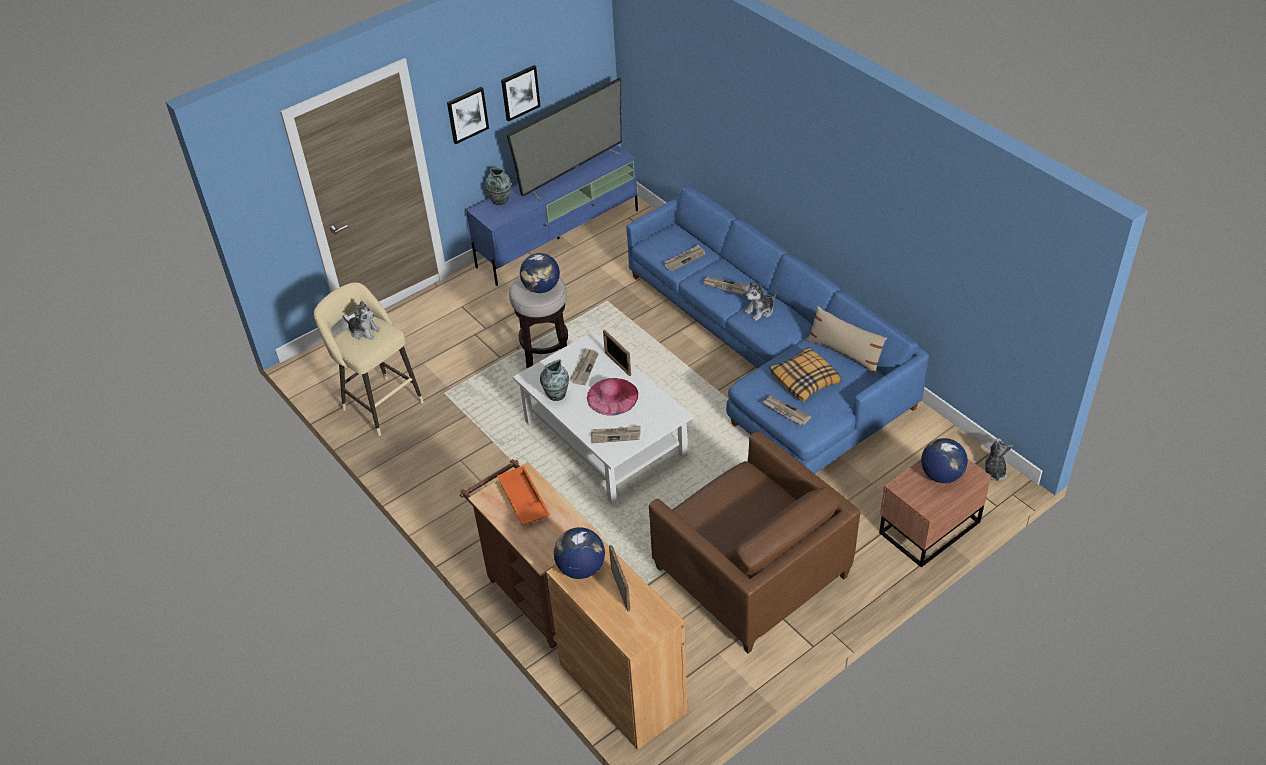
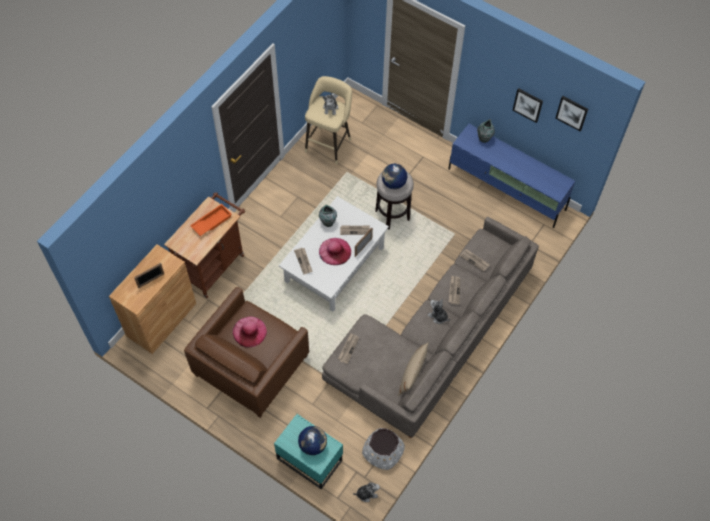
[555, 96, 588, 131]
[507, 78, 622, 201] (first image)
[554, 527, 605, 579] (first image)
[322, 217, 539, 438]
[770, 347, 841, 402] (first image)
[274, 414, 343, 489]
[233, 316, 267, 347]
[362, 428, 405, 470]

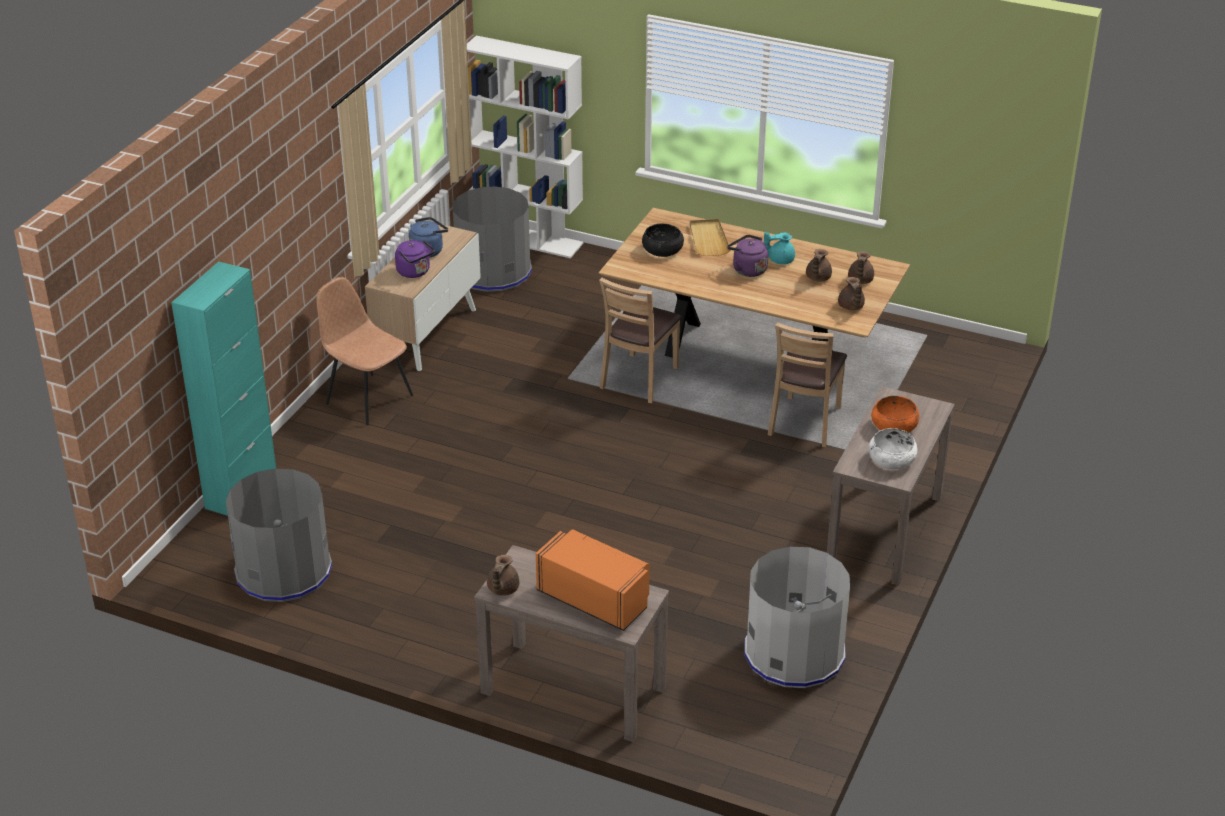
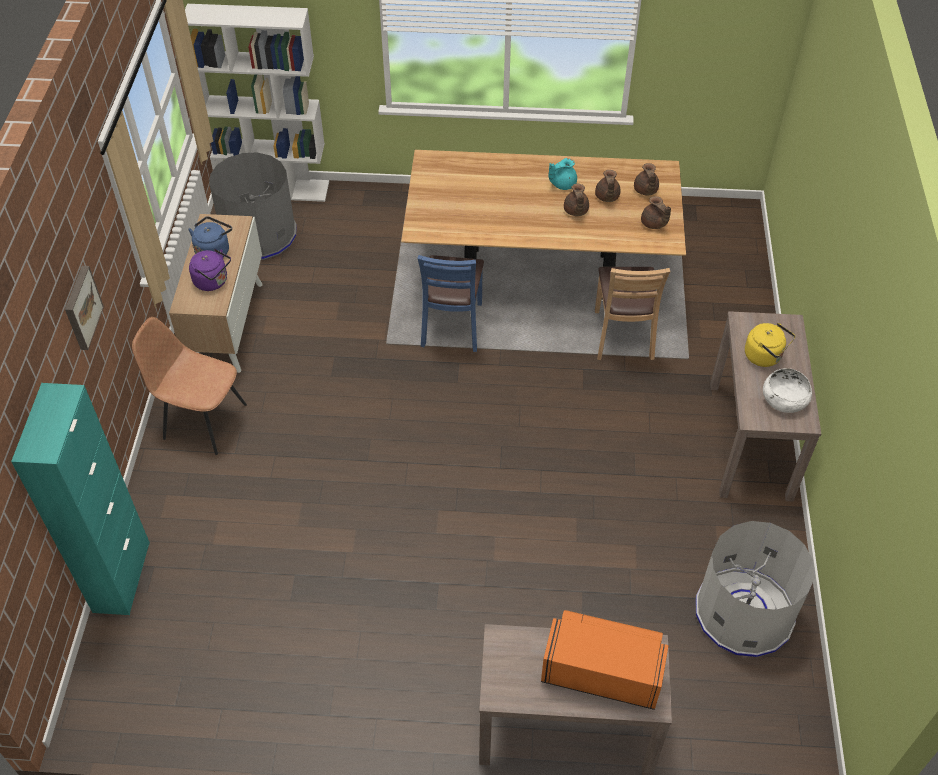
[226, 468, 332, 602] (first image)
[564, 184, 589, 216]
[417, 255, 484, 352]
[642, 224, 684, 257] (first image)
[690, 219, 730, 256] (first image)
[727, 235, 768, 277] (first image)
[745, 323, 795, 367]
[65, 266, 104, 350]

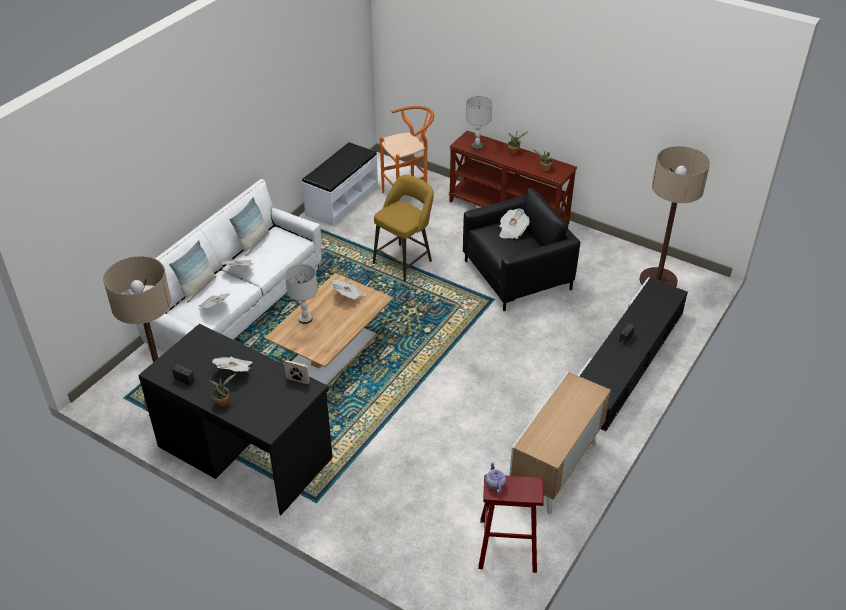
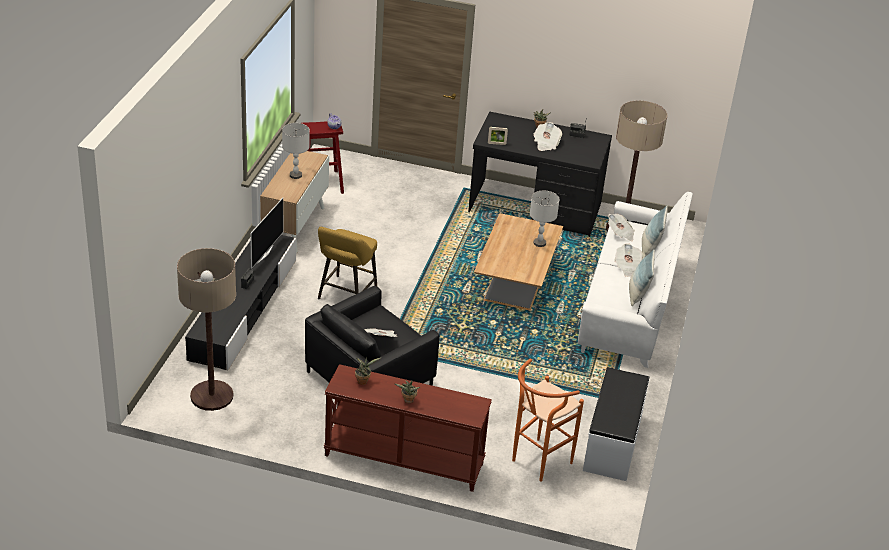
[331, 279, 366, 299] (first image)
[318, 227, 377, 299]
[282, 123, 310, 179]
[250, 198, 283, 269]

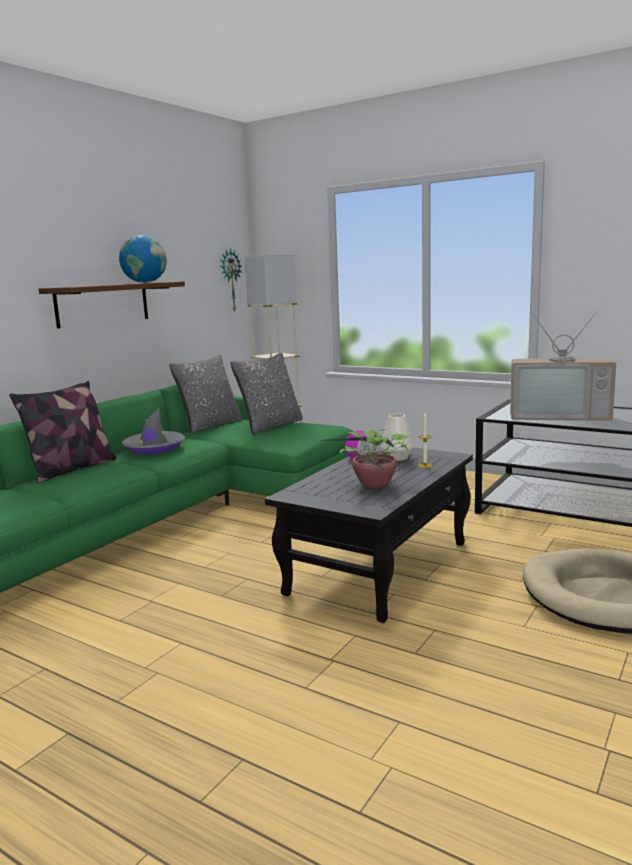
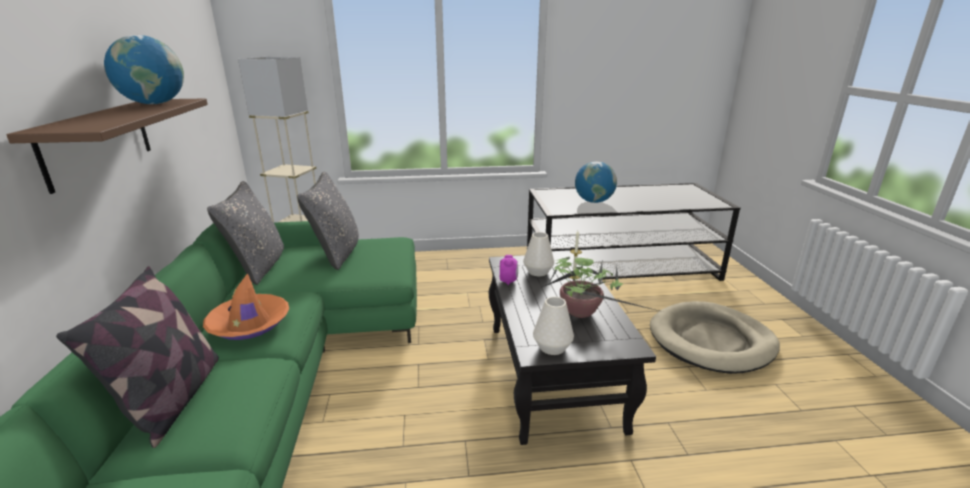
[203, 273, 289, 340]
[220, 248, 242, 312] (first image)
[575, 161, 617, 203]
[533, 297, 574, 355]

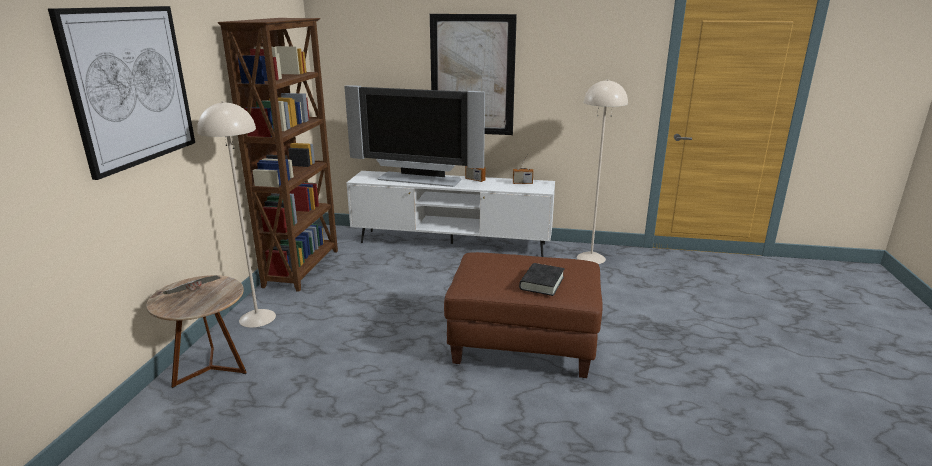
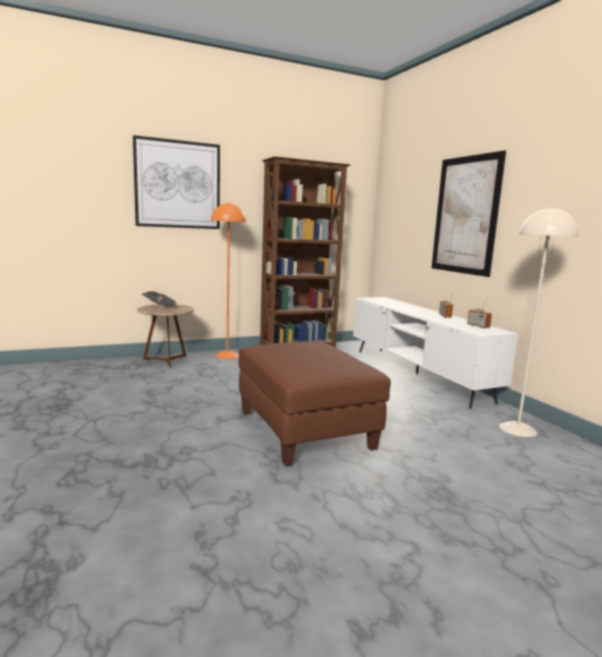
[211, 202, 246, 359]
[344, 86, 485, 187] (first image)
[519, 263, 565, 296] (first image)

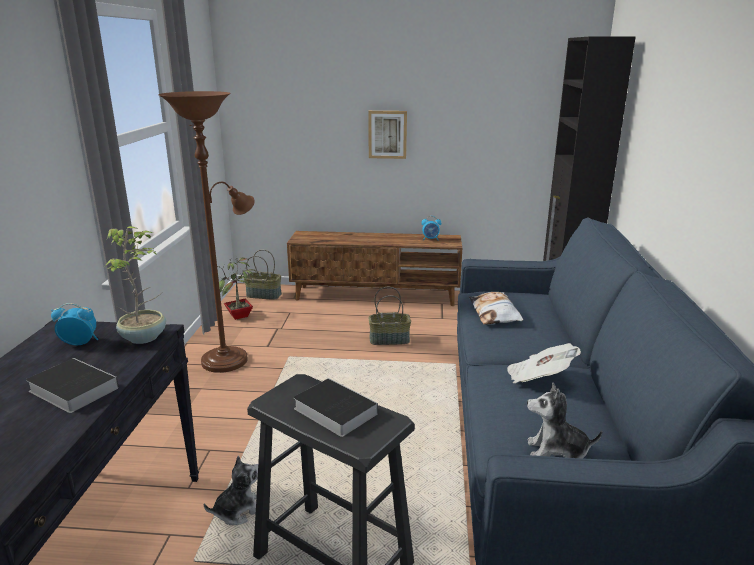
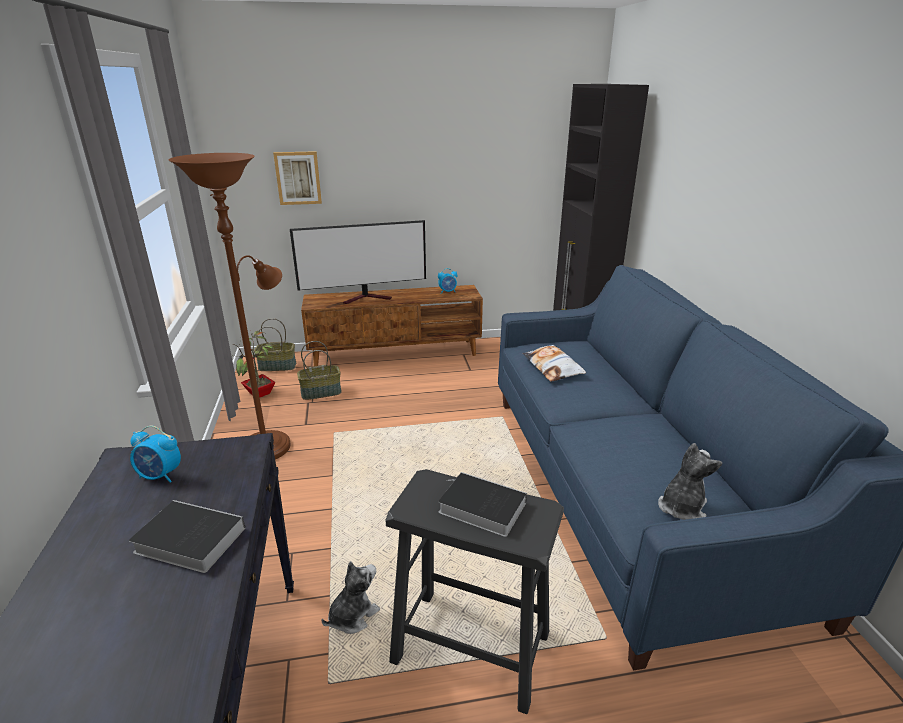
[130, 426, 181, 483]
[105, 226, 166, 344] (first image)
[273, 151, 322, 205]
[297, 341, 342, 400]
[507, 343, 581, 383] (first image)
[658, 443, 723, 520]
[290, 220, 426, 304]

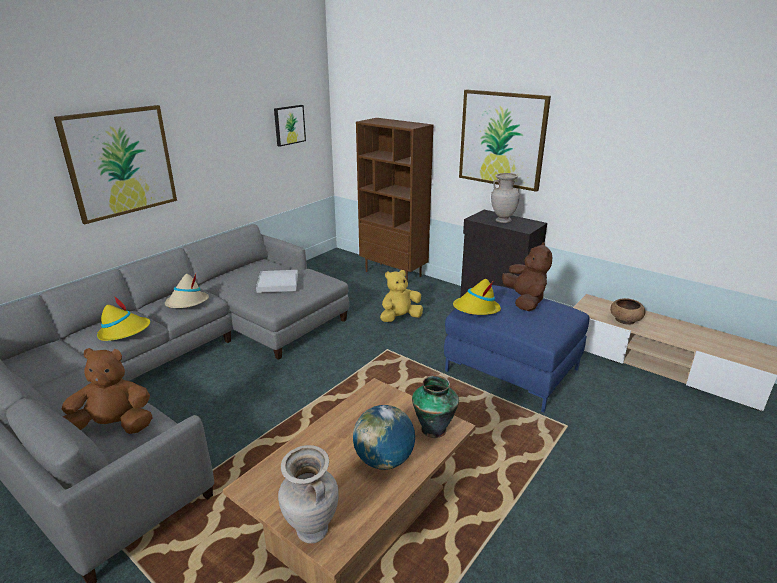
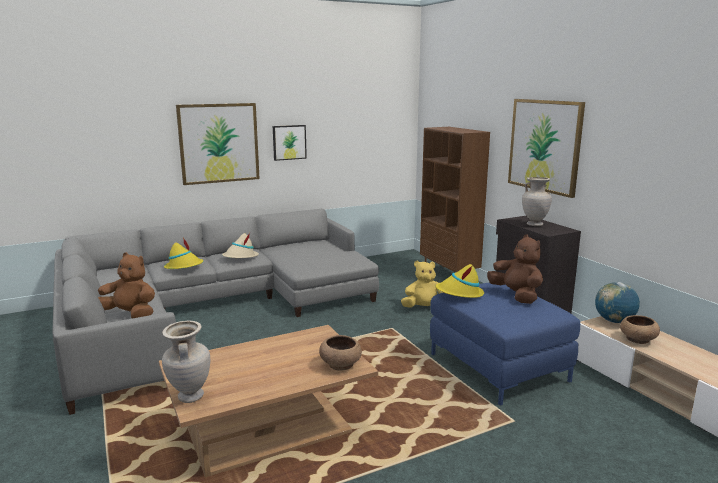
[256, 270, 298, 293] (first image)
[273, 125, 307, 161]
[595, 282, 640, 323]
[319, 335, 362, 371]
[487, 234, 543, 304]

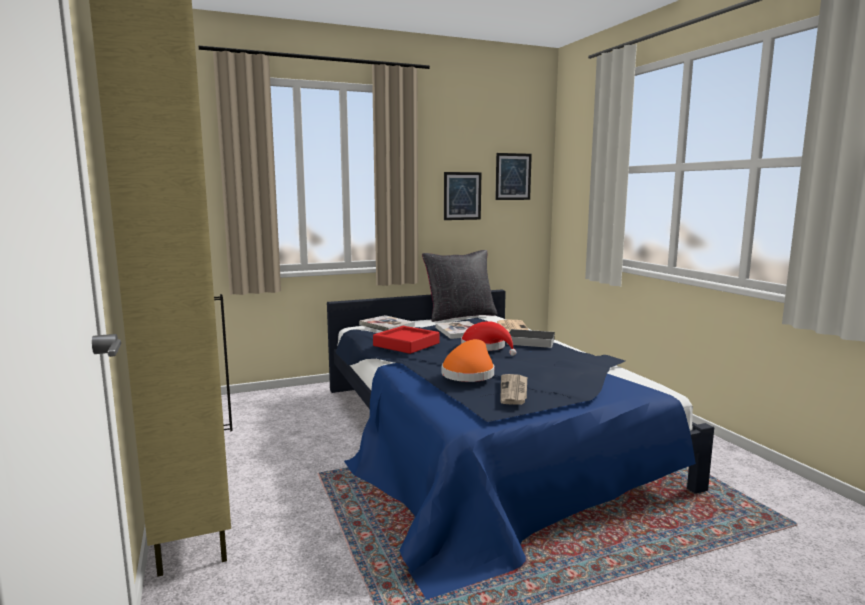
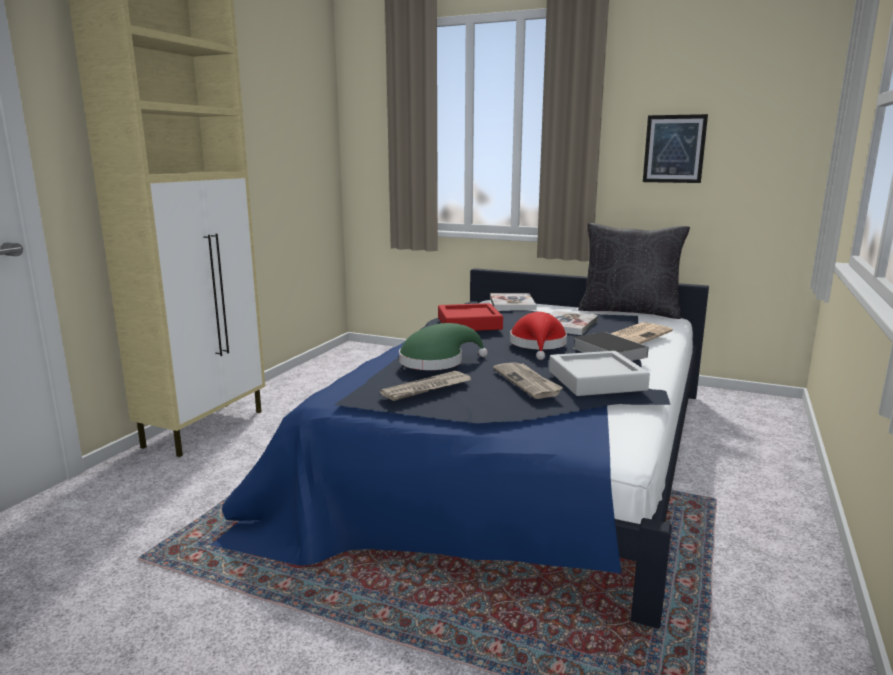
[399, 323, 488, 370]
[495, 153, 532, 200] (first image)
[493, 362, 563, 399]
[549, 351, 650, 396]

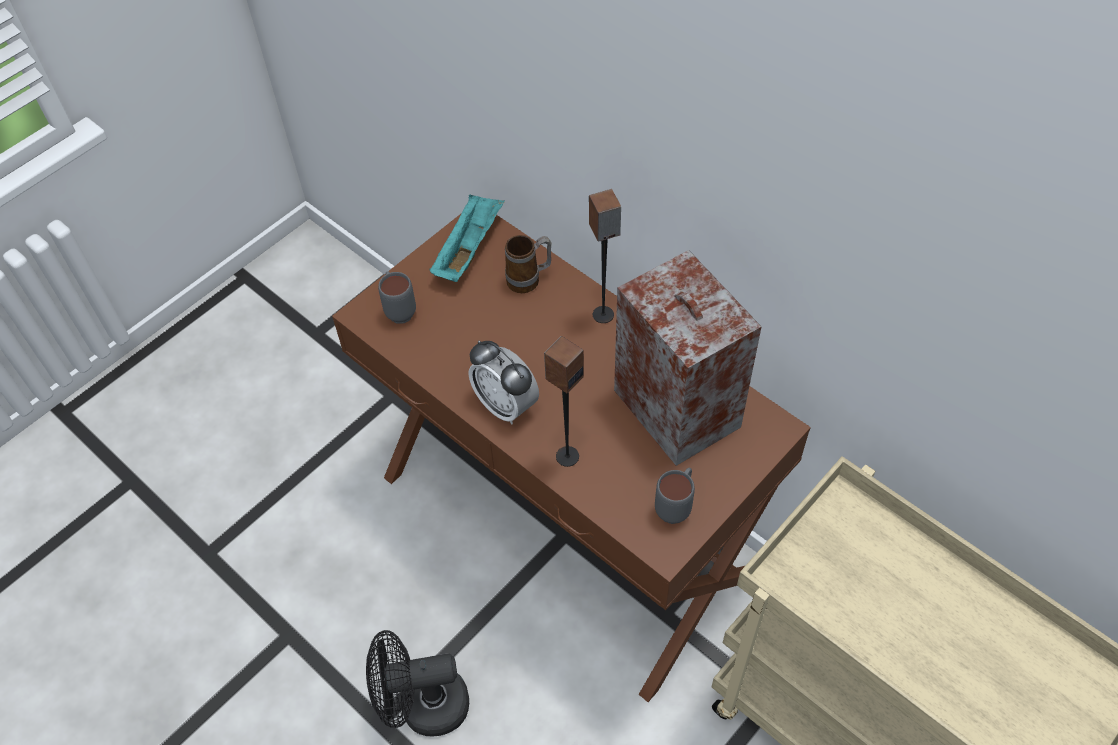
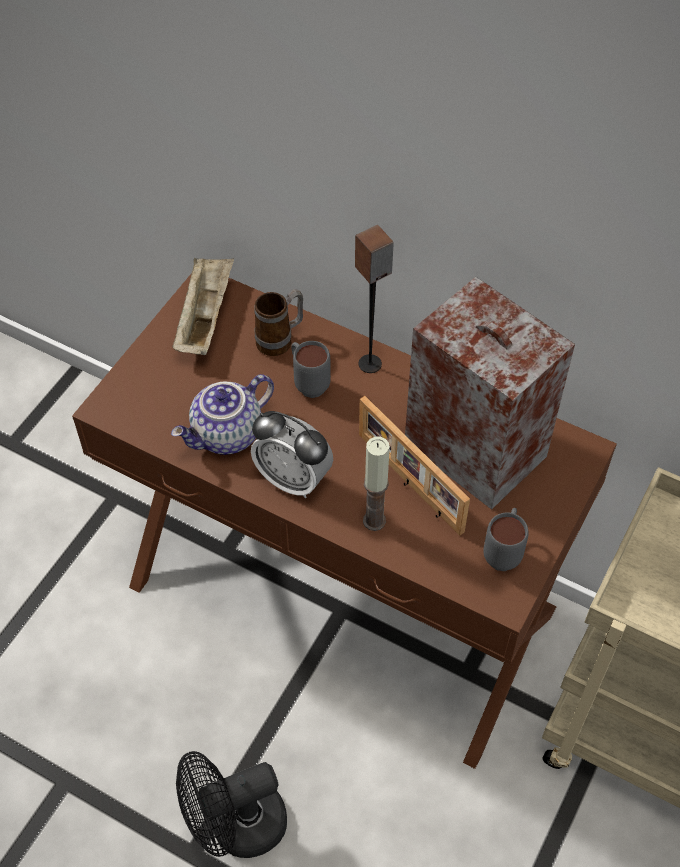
[291, 341, 331, 398]
[172, 258, 234, 355]
[363, 437, 390, 531]
[171, 374, 274, 455]
[359, 396, 470, 536]

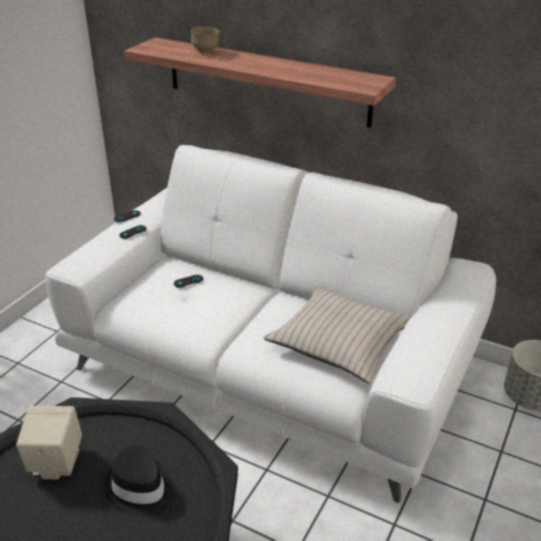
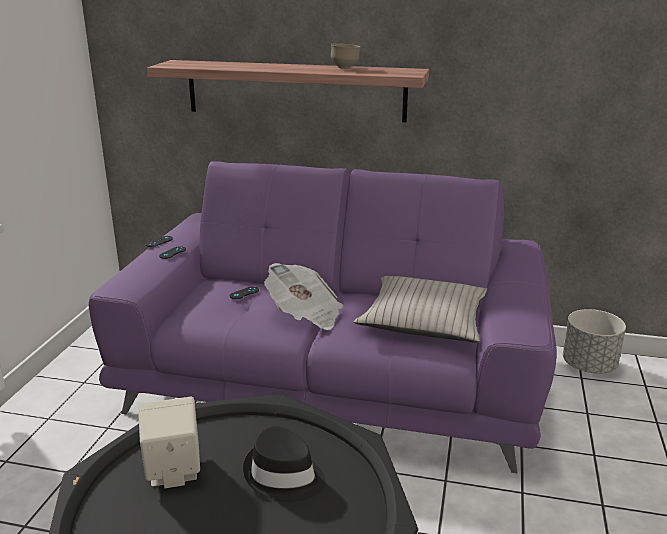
[88, 161, 557, 473]
[331, 43, 360, 69]
[264, 263, 343, 330]

